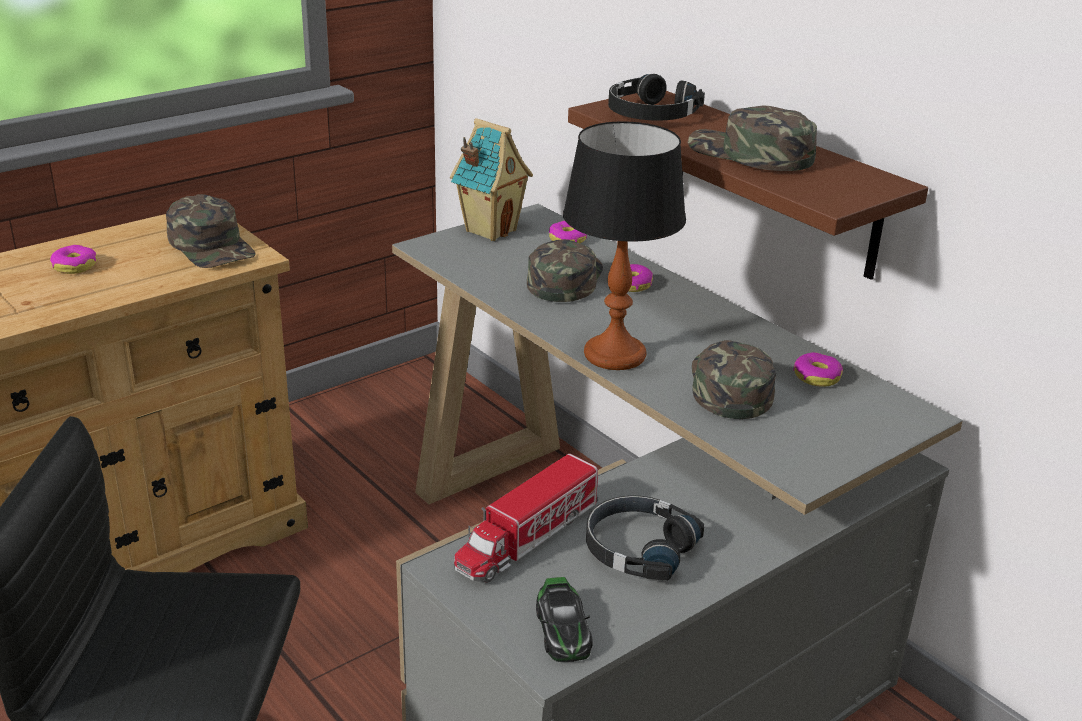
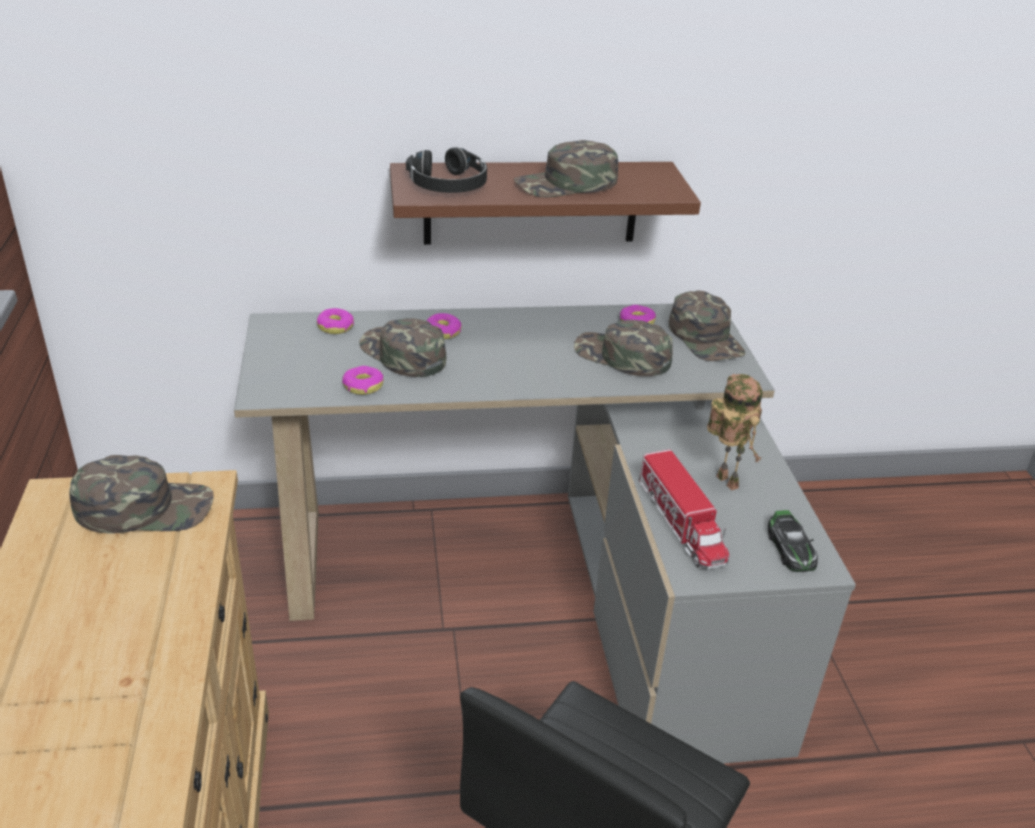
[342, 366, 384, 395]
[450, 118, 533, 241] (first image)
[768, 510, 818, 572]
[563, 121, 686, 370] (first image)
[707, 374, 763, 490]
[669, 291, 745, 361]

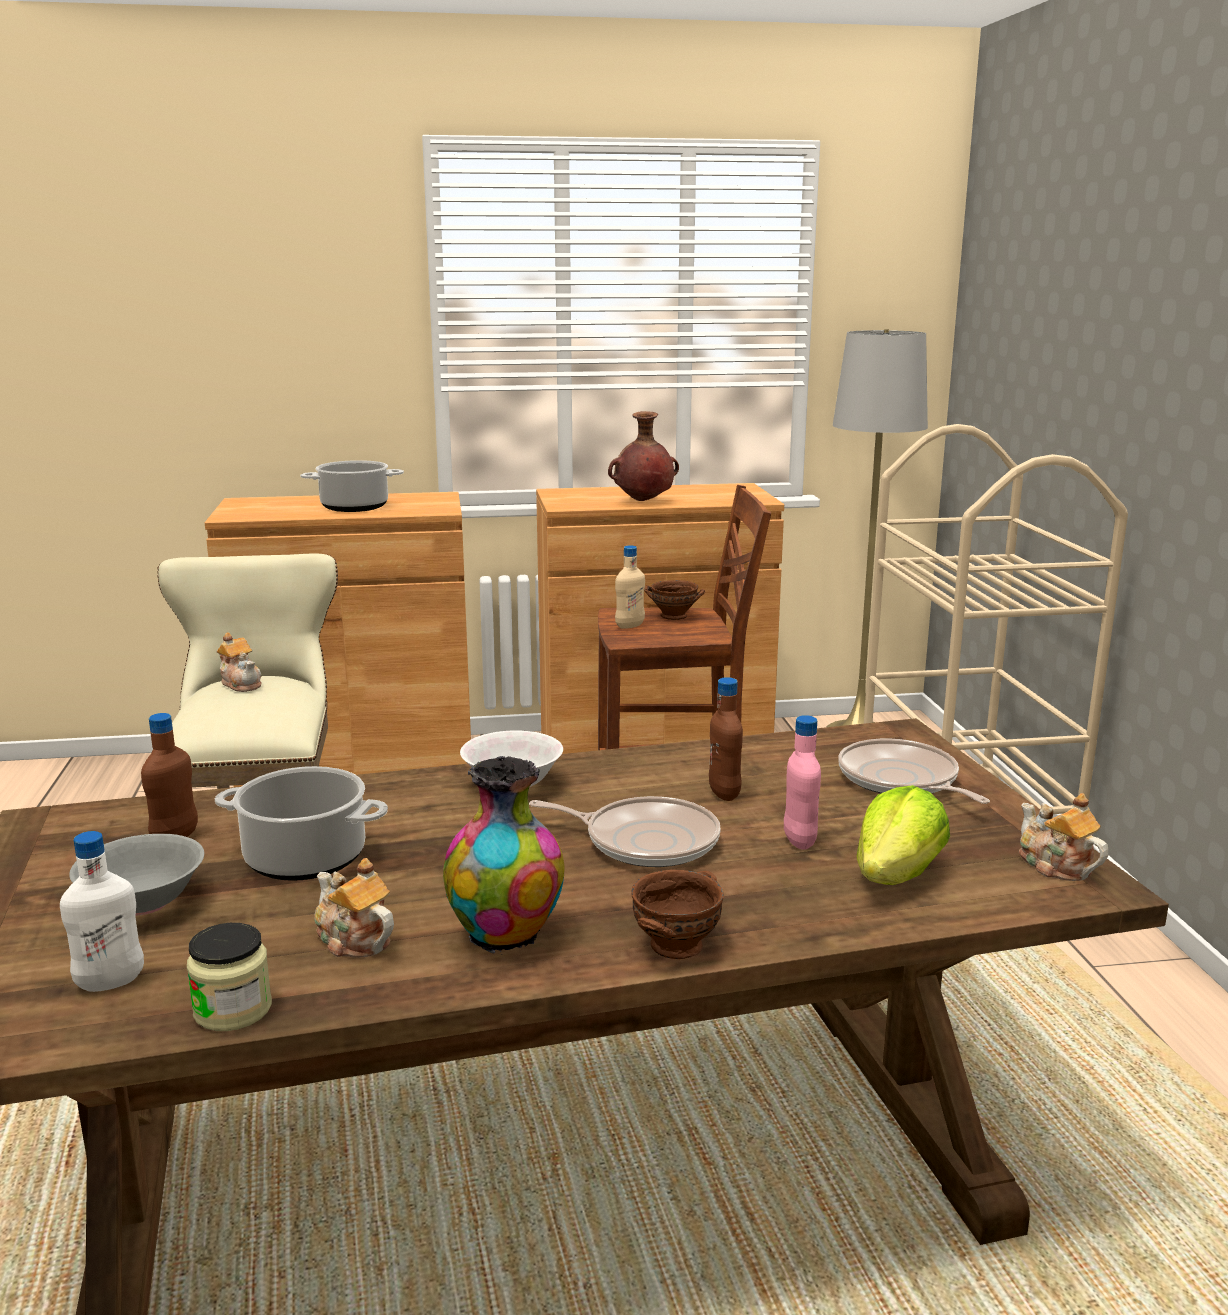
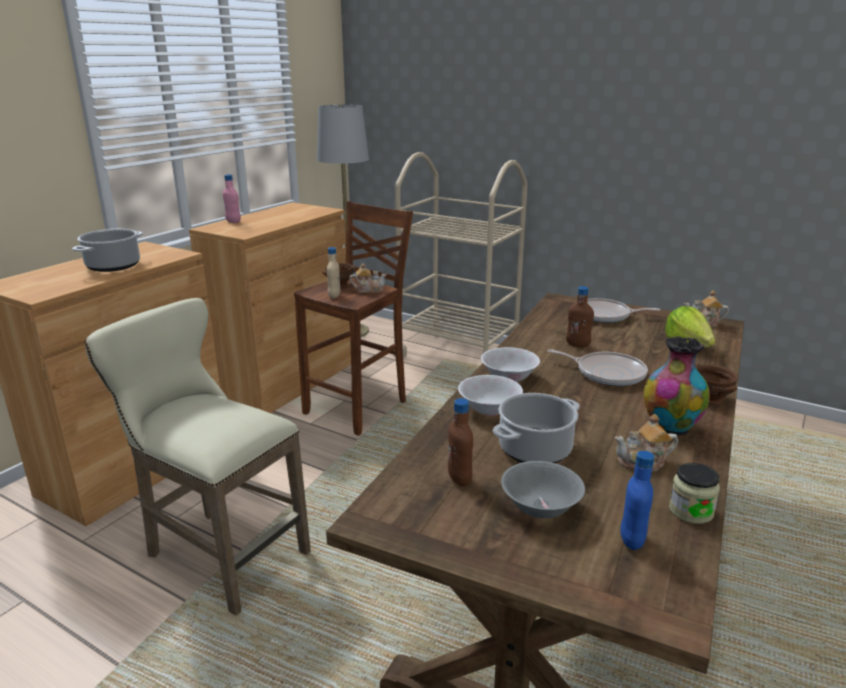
[620, 451, 654, 550]
[349, 263, 387, 293]
[547, 349, 648, 386]
[608, 411, 679, 501] (first image)
[223, 174, 241, 223]
[458, 375, 523, 416]

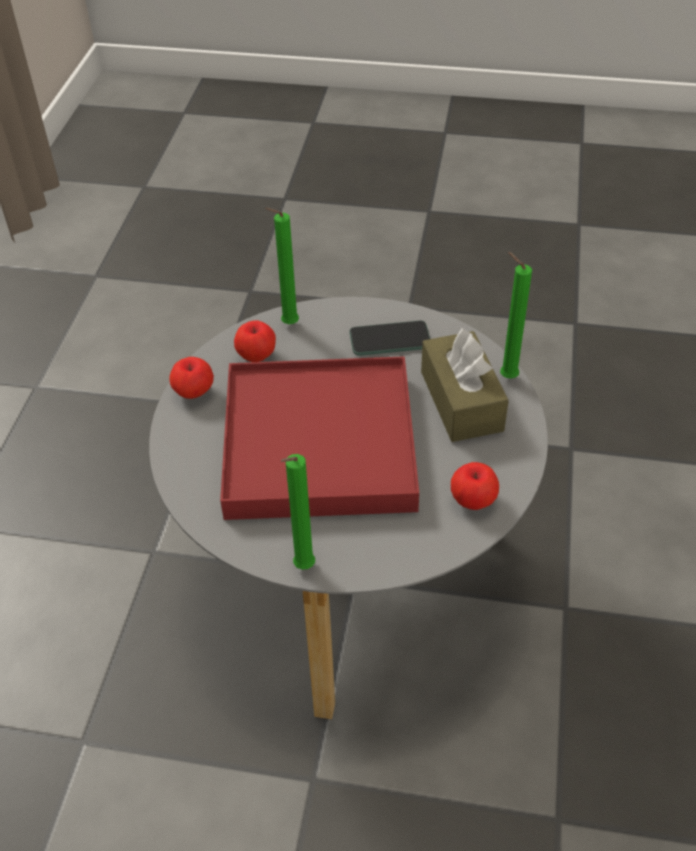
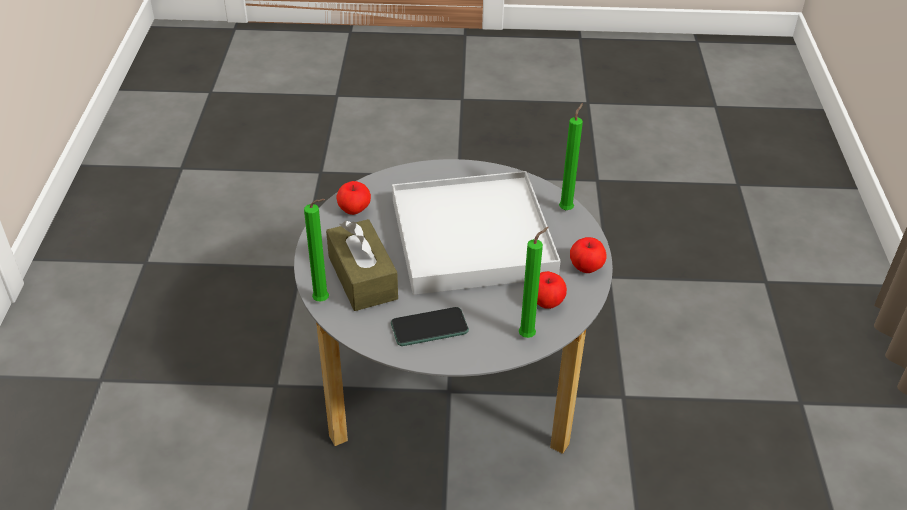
[392, 171, 561, 295]
[559, 103, 583, 210]

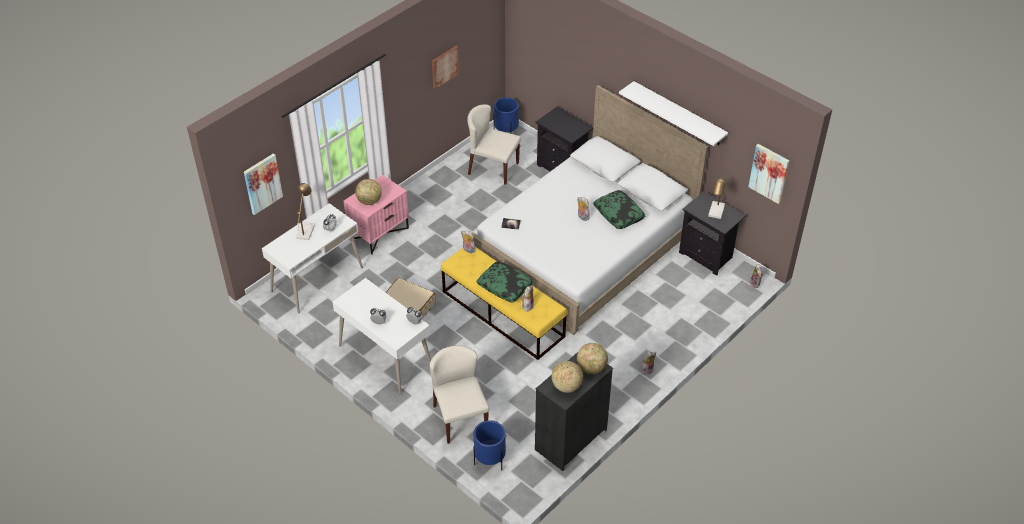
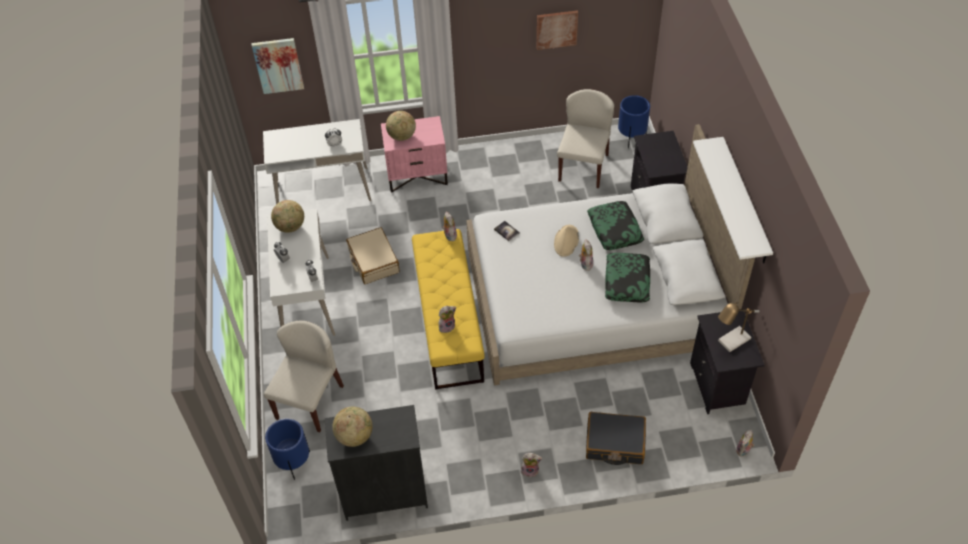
[296, 183, 315, 240] (first image)
[557, 89, 614, 188]
[587, 201, 644, 250]
[271, 200, 304, 233]
[748, 144, 789, 204] (first image)
[554, 225, 579, 257]
[586, 412, 646, 465]

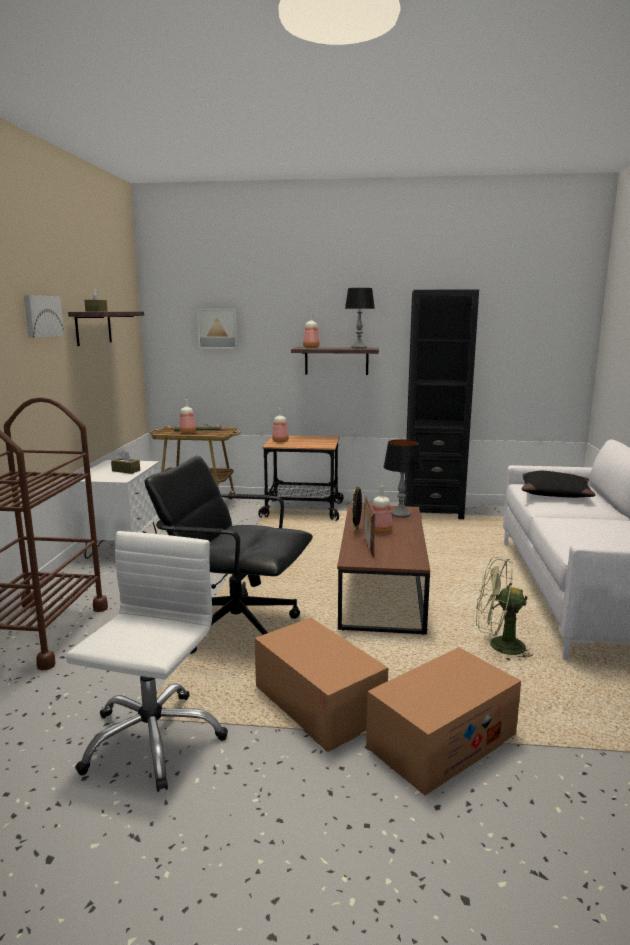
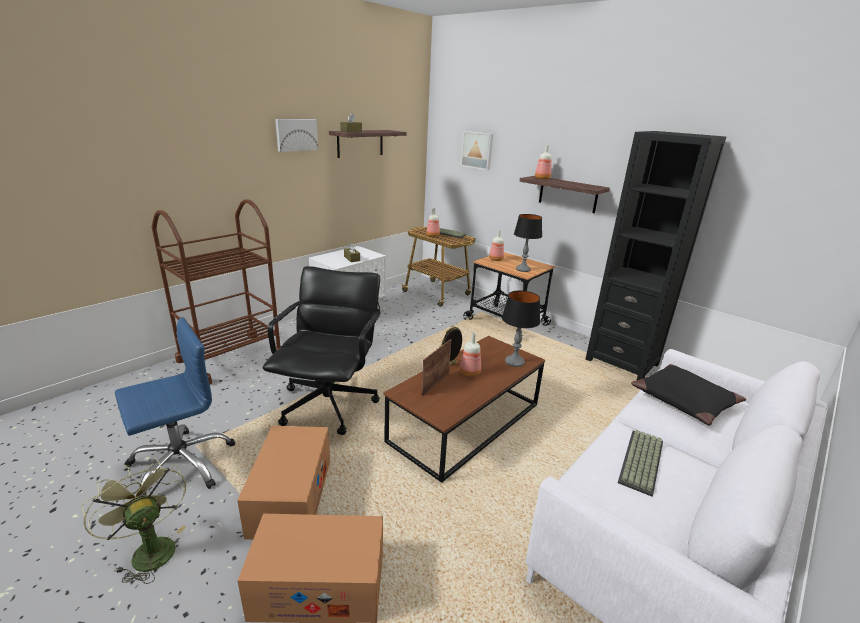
[115, 317, 236, 496]
[263, 266, 381, 435]
[514, 214, 542, 272]
[81, 458, 186, 584]
[618, 430, 663, 497]

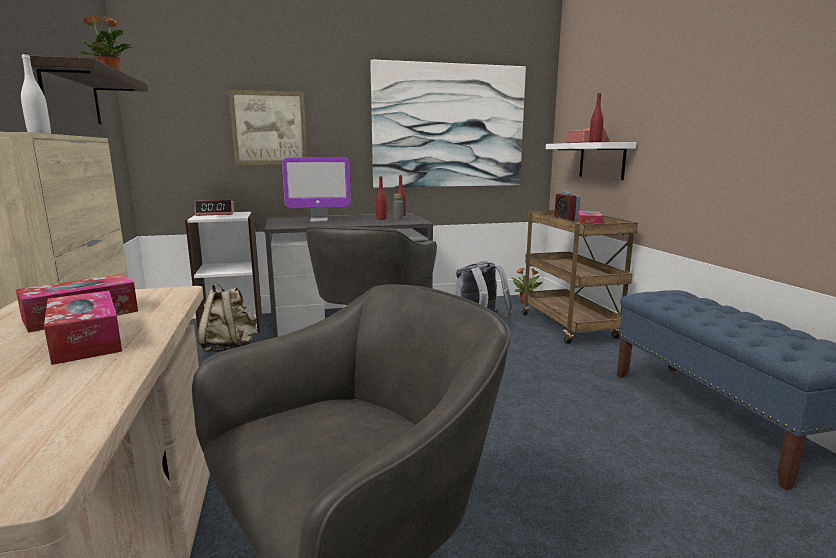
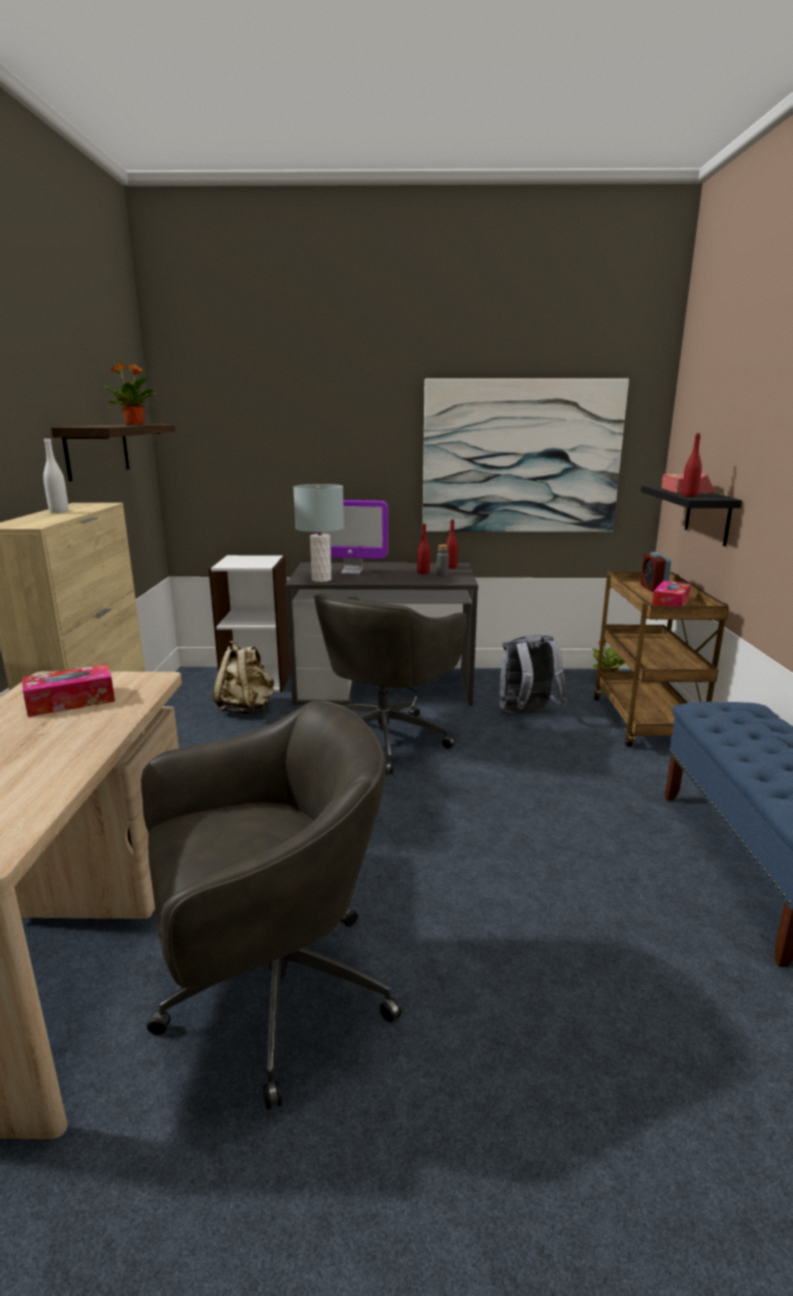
[44, 291, 122, 365] (first image)
[195, 200, 234, 216] (first image)
[229, 90, 307, 165] (first image)
[641, 485, 742, 546]
[293, 484, 344, 582]

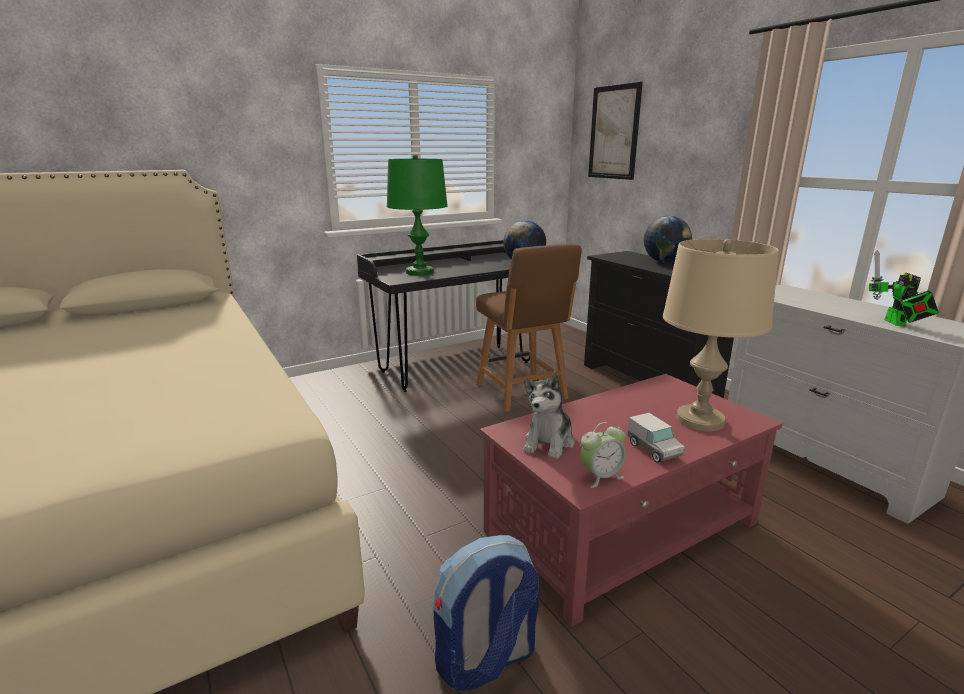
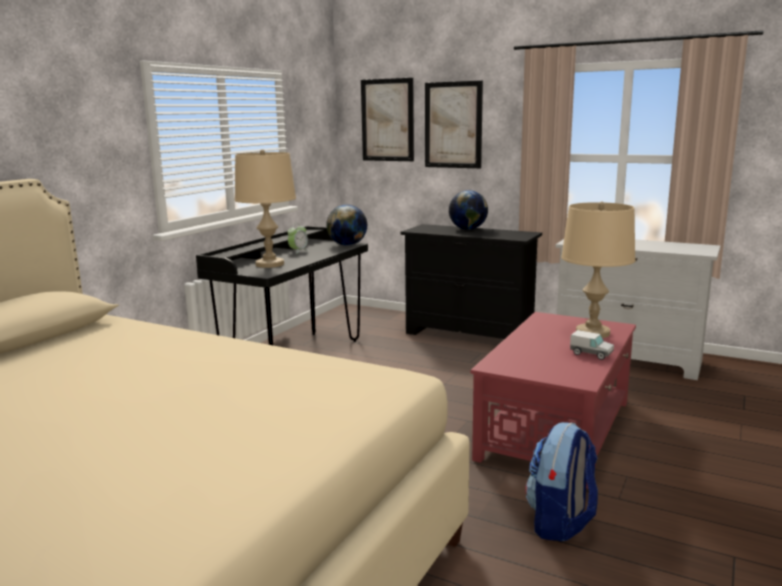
[235, 149, 296, 268]
[476, 244, 581, 412] (first image)
[523, 373, 575, 459] (first image)
[287, 223, 308, 254]
[869, 250, 939, 326] (first image)
[425, 80, 483, 168]

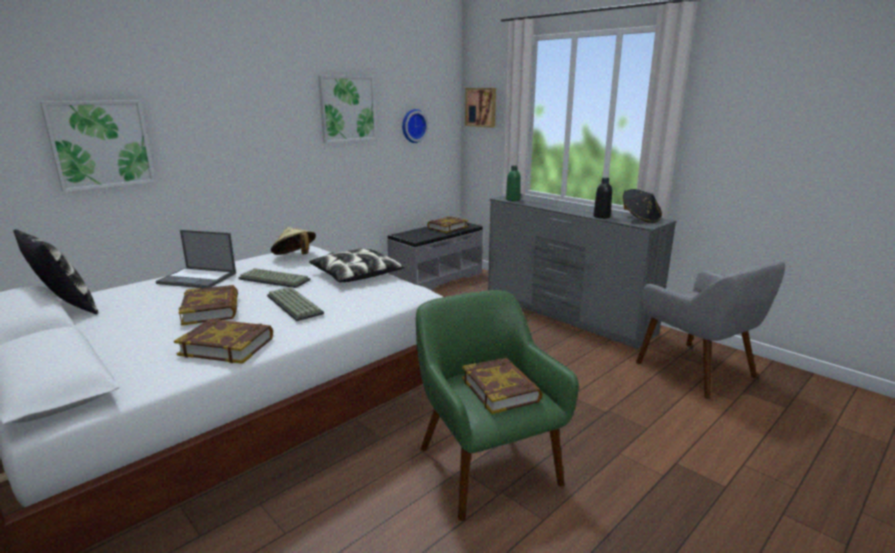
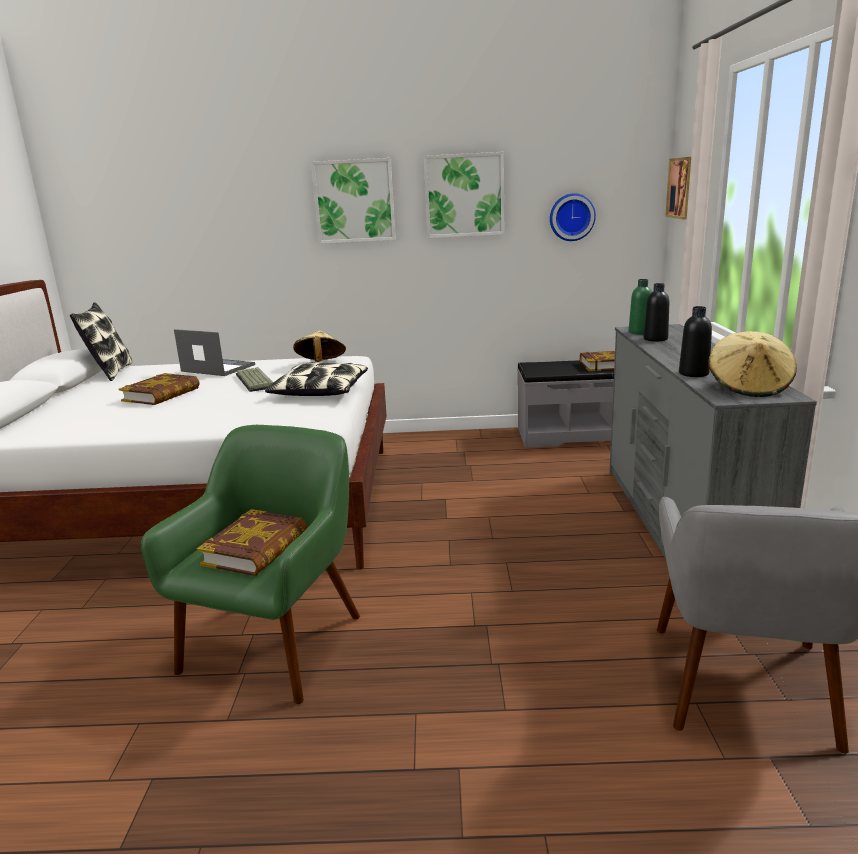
[311, 158, 396, 244]
[174, 329, 255, 376]
[174, 319, 273, 364] (first image)
[267, 287, 324, 321] (first image)
[708, 331, 797, 397]
[643, 283, 669, 342]

